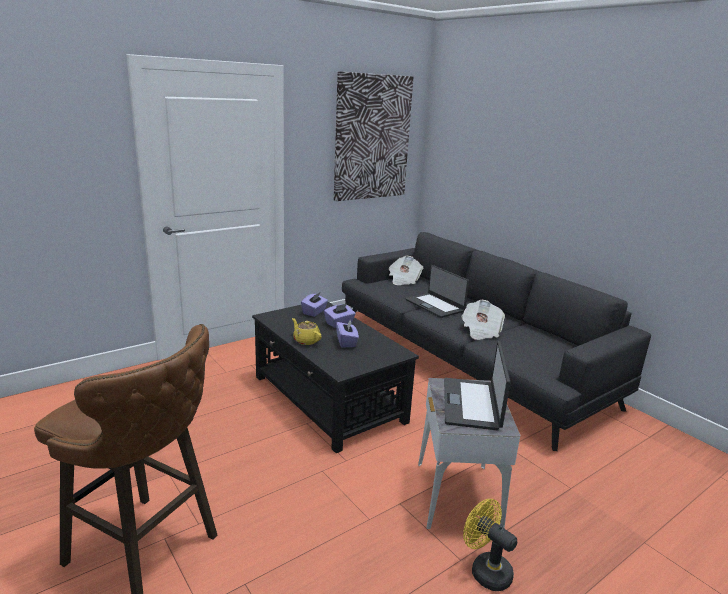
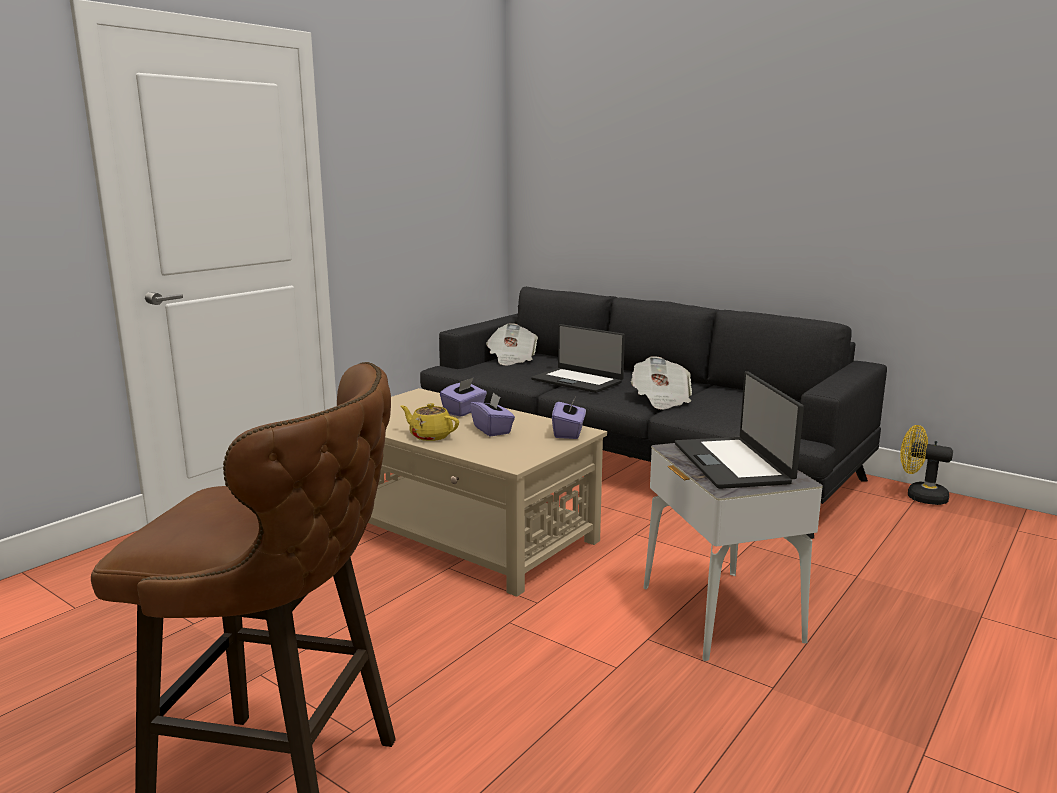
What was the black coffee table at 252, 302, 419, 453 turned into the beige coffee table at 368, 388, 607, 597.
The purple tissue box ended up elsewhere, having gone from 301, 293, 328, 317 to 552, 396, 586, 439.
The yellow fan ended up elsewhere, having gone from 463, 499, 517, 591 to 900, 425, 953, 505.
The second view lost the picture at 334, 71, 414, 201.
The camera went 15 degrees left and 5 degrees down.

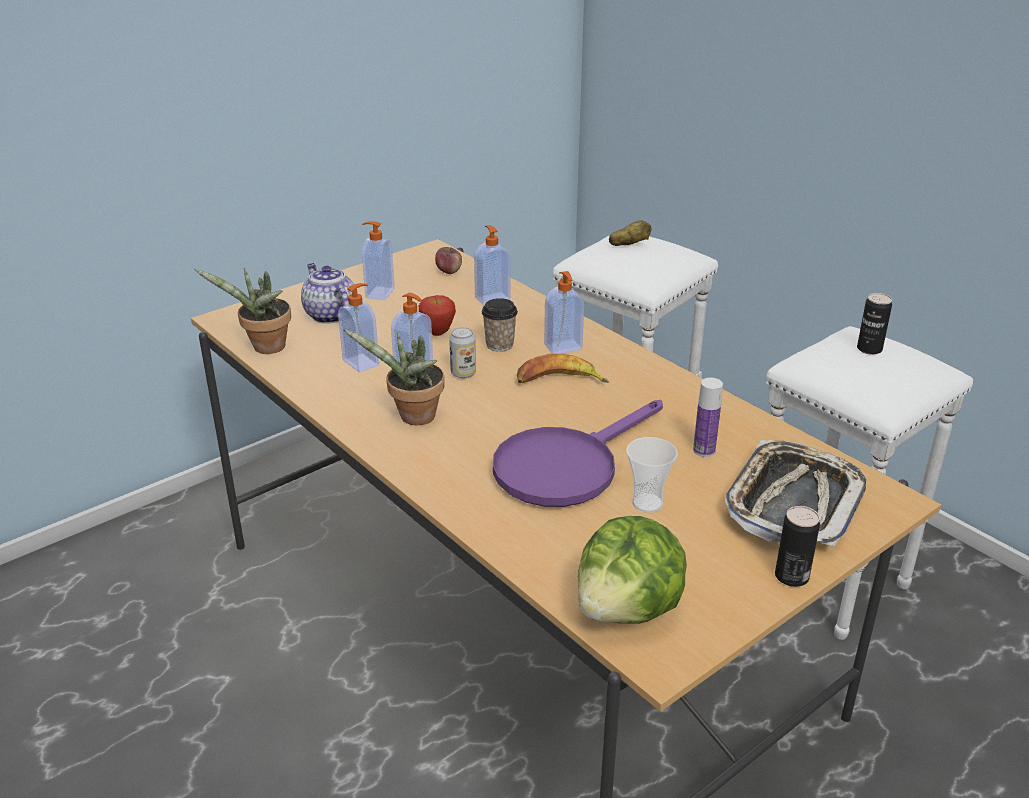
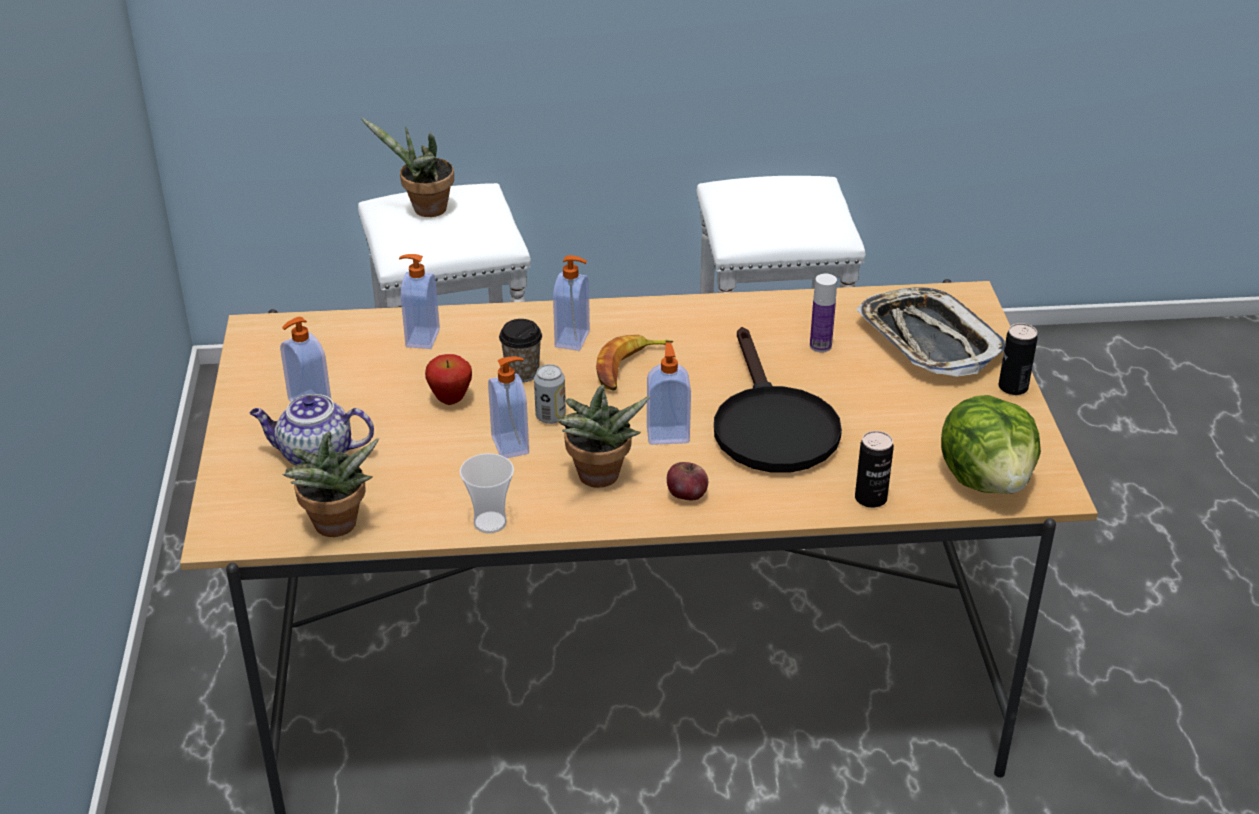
Where the potato stood at 609, 220, 651, 246, the potted plant came to stand at 361, 118, 454, 217.
The cup ended up elsewhere, having gone from 626, 437, 678, 513 to 460, 453, 514, 534.
The soap dispenser ended up elsewhere, having gone from 338, 283, 379, 372 to 647, 342, 691, 445.
The apple ended up elsewhere, having gone from 435, 247, 462, 274 to 667, 462, 708, 500.
What was the purple frying pan at 493, 400, 663, 507 turned into the black frying pan at 714, 327, 842, 473.
The can ended up elsewhere, having gone from 857, 293, 892, 355 to 855, 431, 894, 508.
The camera went 55 degrees left and 5 degrees up.

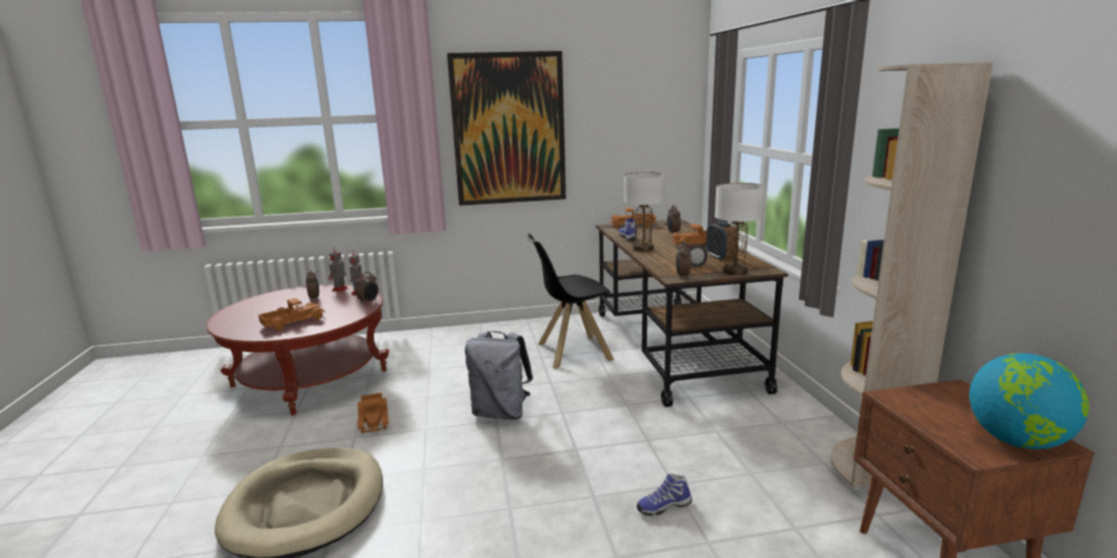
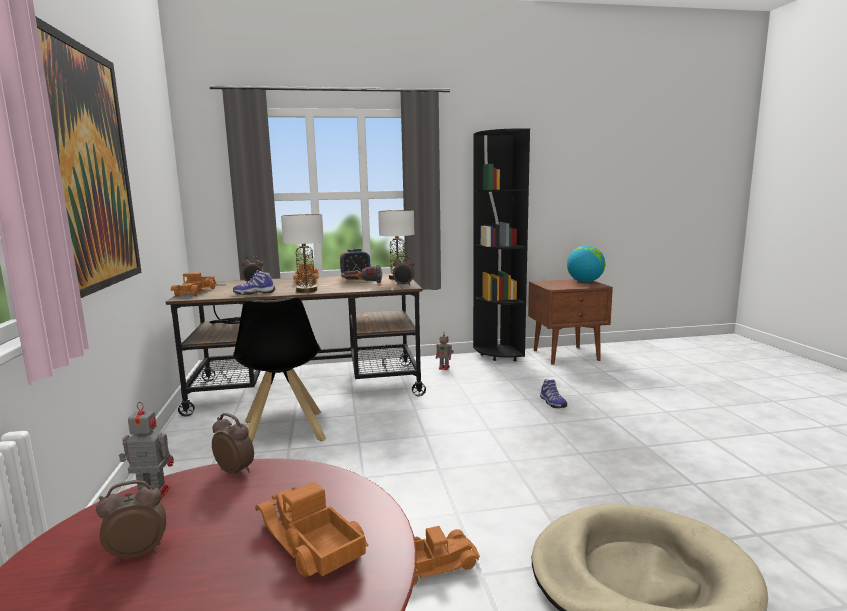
The toy robot ended up elsewhere, having gone from 328, 247, 348, 292 to 436, 334, 453, 370.
What was the beige bookcase at 831, 62, 993, 489 turned into the black bookcase at 473, 128, 530, 361.
The second view lost the grey backpack at 465, 331, 533, 419.
The camera went 90 degrees left and 5 degrees down.

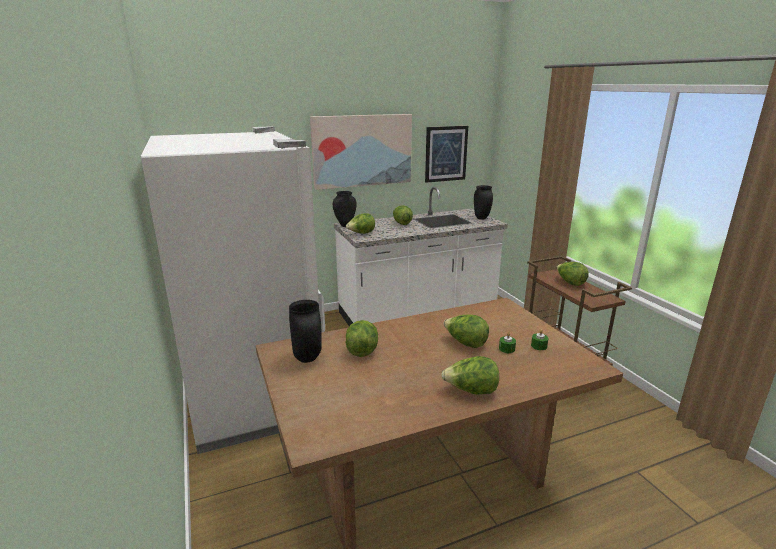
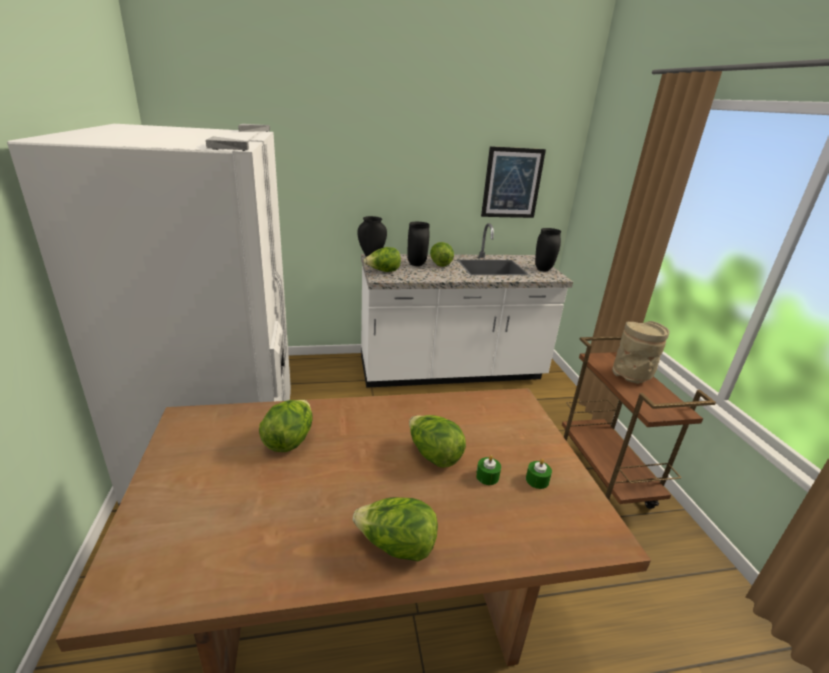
The black vase ended up elsewhere, having gone from 289, 300, 322, 363 to 407, 222, 430, 266.
Where the lettuce stood at 557, 262, 589, 286, the beige vase came to stand at 612, 321, 670, 384.
The second view lost the picture at 310, 114, 412, 190.
The camera went 10 degrees right and 5 degrees up.

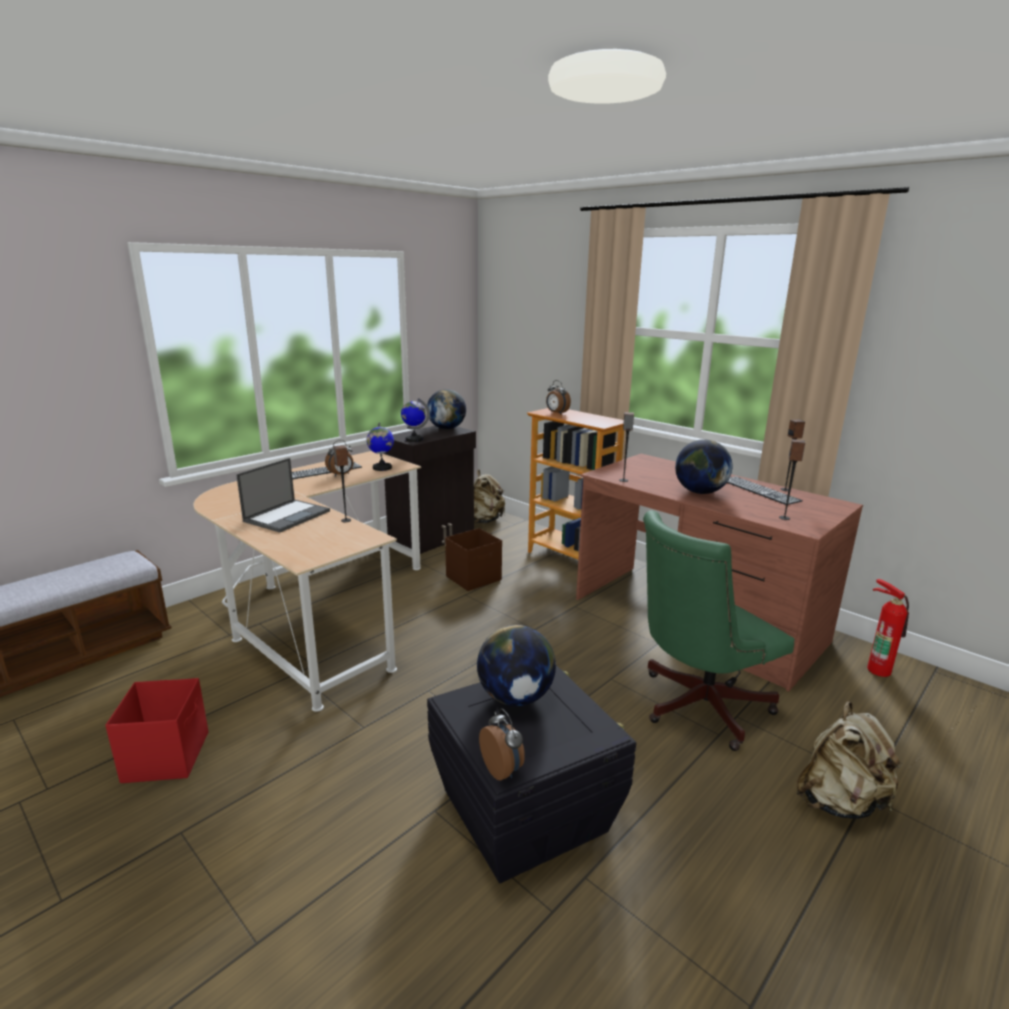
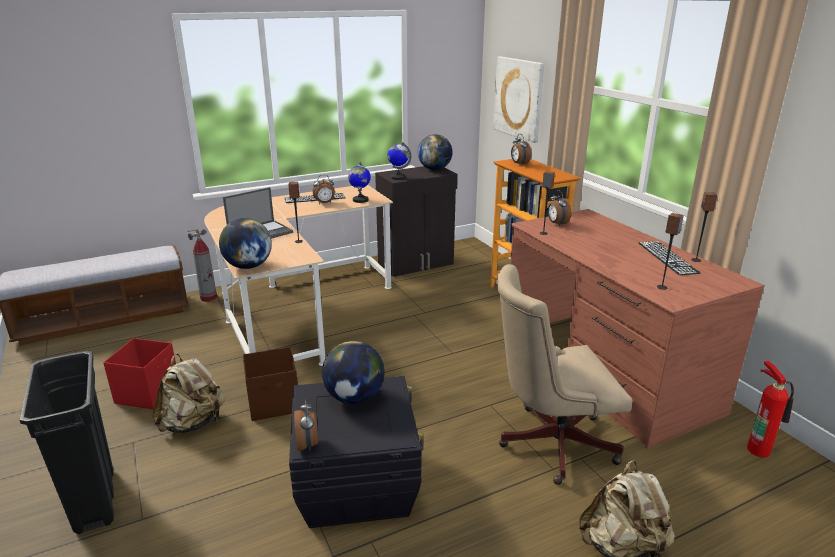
The second view gained the black trash can at 20, 351, 114, 534.
The beige backpack ended up elsewhere, having gone from 474, 470, 505, 524 to 152, 353, 225, 433.
The second view gained the fire extinguisher at 187, 229, 217, 302.
The globe ended up elsewhere, having gone from 675, 439, 732, 494 to 219, 218, 272, 269.
The brown storage box ended up elsewhere, having gone from 445, 528, 502, 591 to 243, 347, 298, 421.
The second view gained the picture at 493, 56, 544, 143.
What was the green office chair at 643, 510, 794, 751 turned into the beige office chair at 496, 264, 632, 485.
The second view gained the alarm clock at 548, 190, 571, 226.
The camera went 20 degrees right and 5 degrees up.

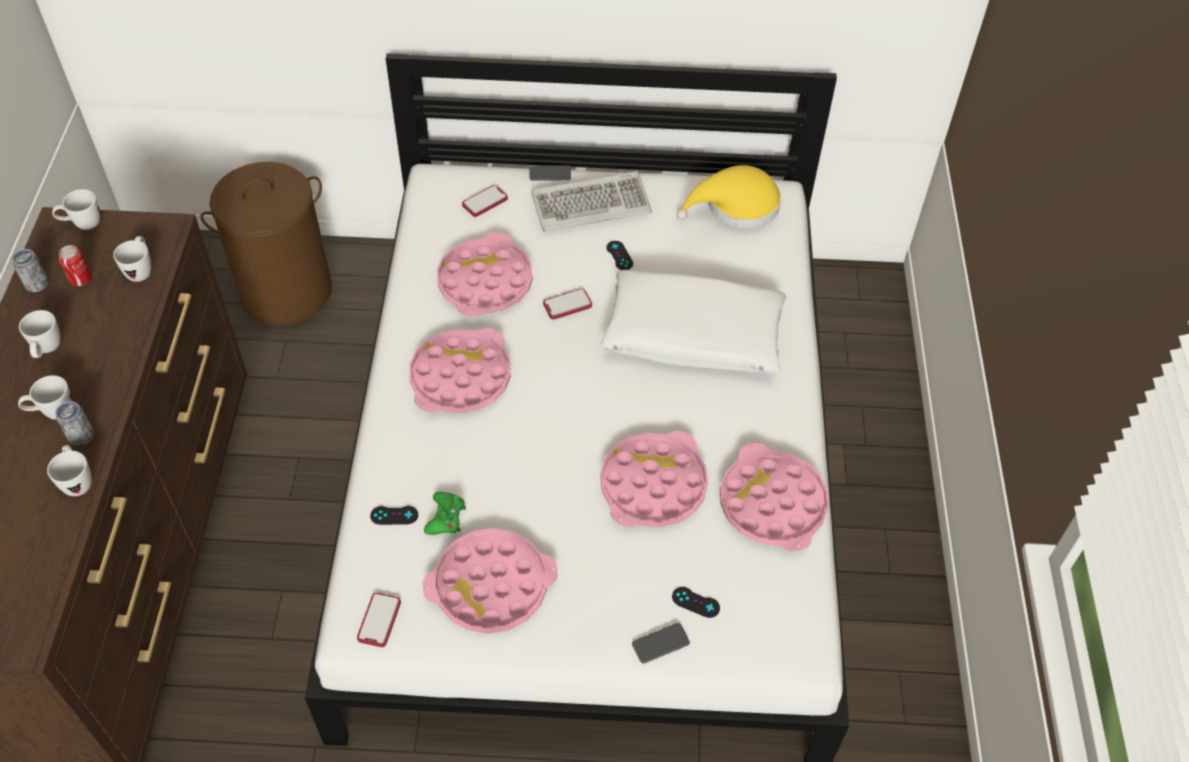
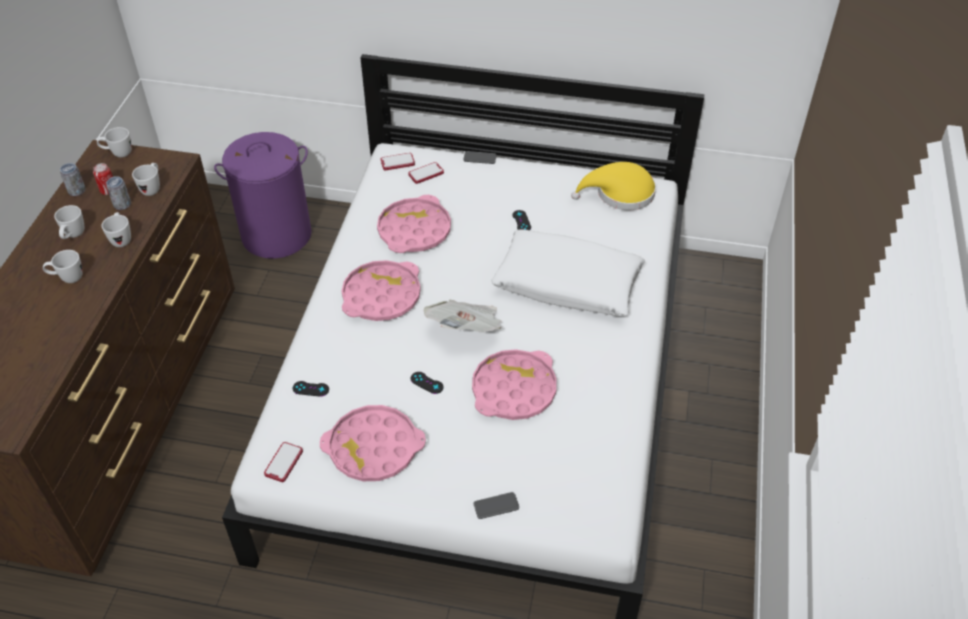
The white mug ended up elsewhere, having gone from 47, 445, 92, 496 to 102, 212, 131, 247.
The can ended up elsewhere, having gone from 55, 401, 94, 446 to 106, 176, 131, 210.
What was the brown laundry basket at 200, 162, 332, 325 turned into the purple laundry basket at 214, 132, 312, 259.
The phone ended up elsewhere, having gone from 543, 288, 592, 320 to 381, 153, 415, 170.
The black game controller ended up elsewhere, having gone from 672, 587, 720, 618 to 411, 372, 443, 394.
The second view gained the newspaper at 423, 300, 501, 333.
The second view lost the green game controller at 424, 492, 466, 535.
The second view lost the keyboard at 531, 171, 652, 232.
The second view lost the pink tray at 720, 443, 829, 551.
The camera went 10 degrees right and 5 degrees down.

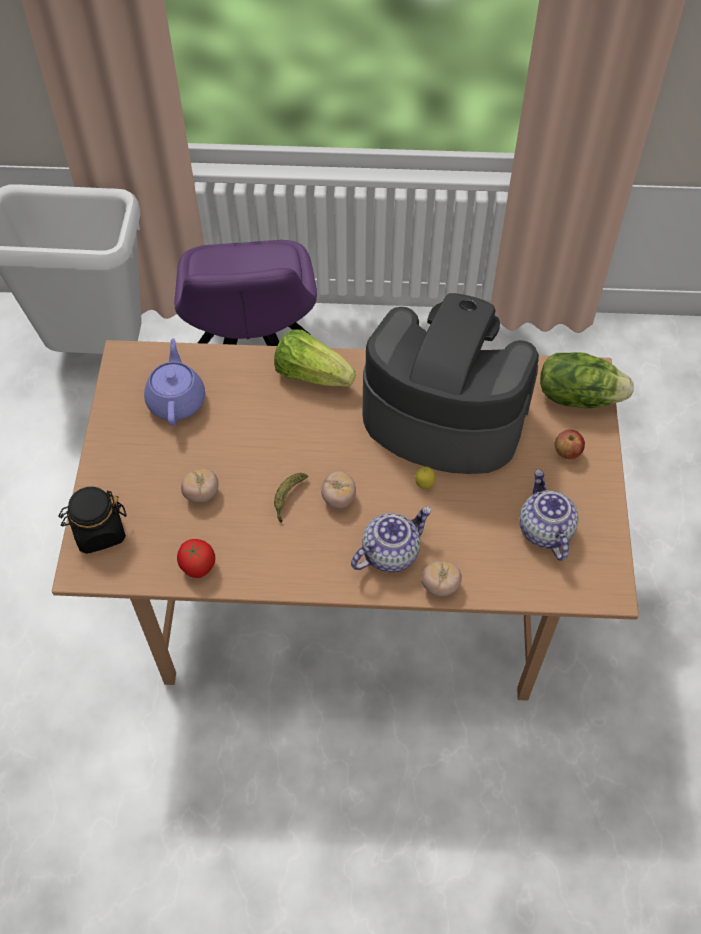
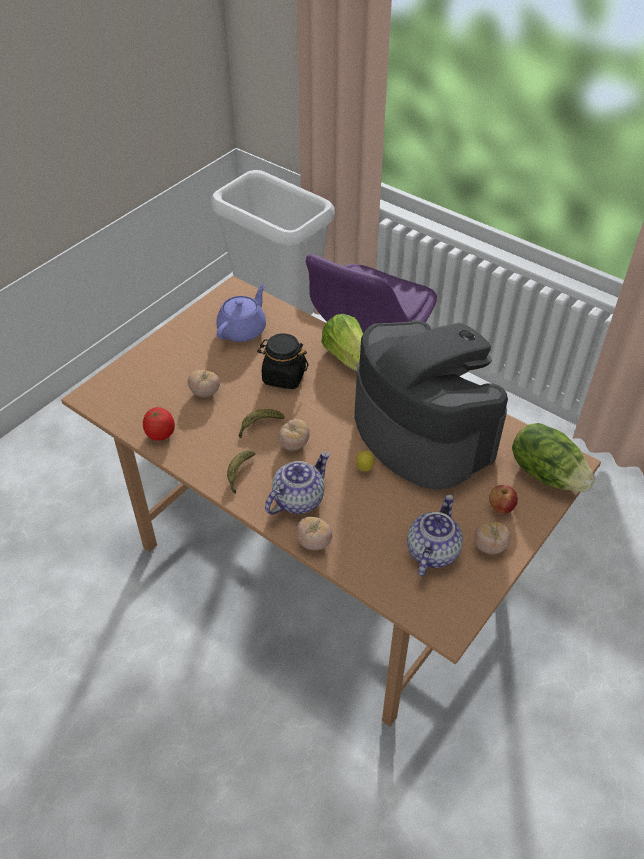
The second view gained the banana at 227, 450, 256, 494.
The black jar ended up elsewhere, having gone from 58, 487, 127, 554 to 257, 333, 308, 389.
The teapot at 351, 507, 432, 572 ended up facing another way, 45 degrees counterclockwise from before.
The second view gained the tomato at 474, 522, 511, 554.
The camera went 35 degrees right and 10 degrees down.

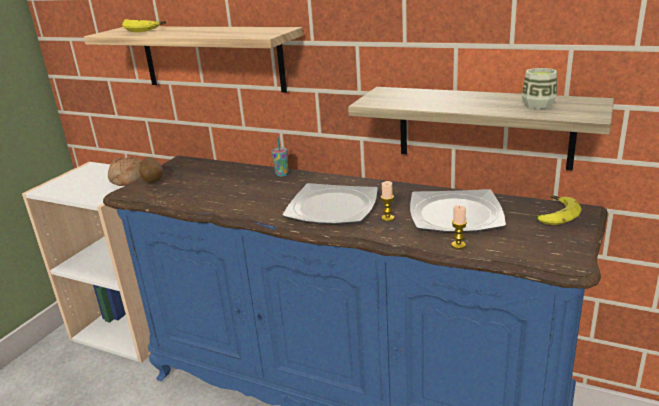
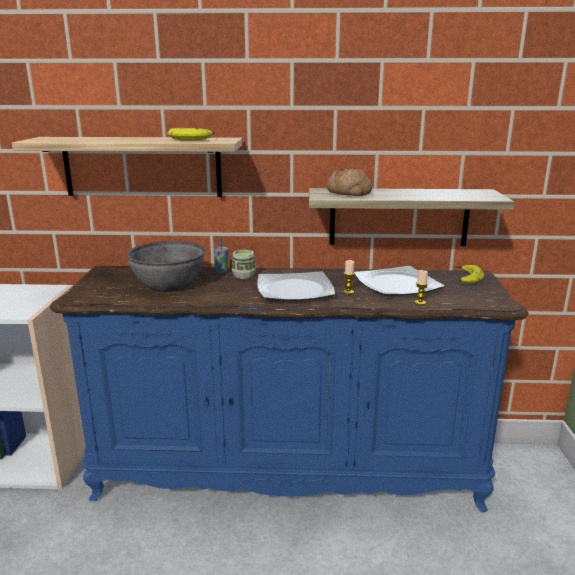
The second view gained the grey bowl at 126, 241, 206, 292.
The banana ended up elsewhere, having gone from 122, 19, 166, 32 to 167, 128, 215, 141.
The cup ended up elsewhere, having gone from 522, 68, 557, 109 to 232, 250, 256, 279.
The bread ended up elsewhere, having gone from 108, 156, 141, 186 to 327, 167, 372, 196.
The second view lost the potato at 139, 157, 163, 183.
The camera went 25 degrees left and 5 degrees down.

